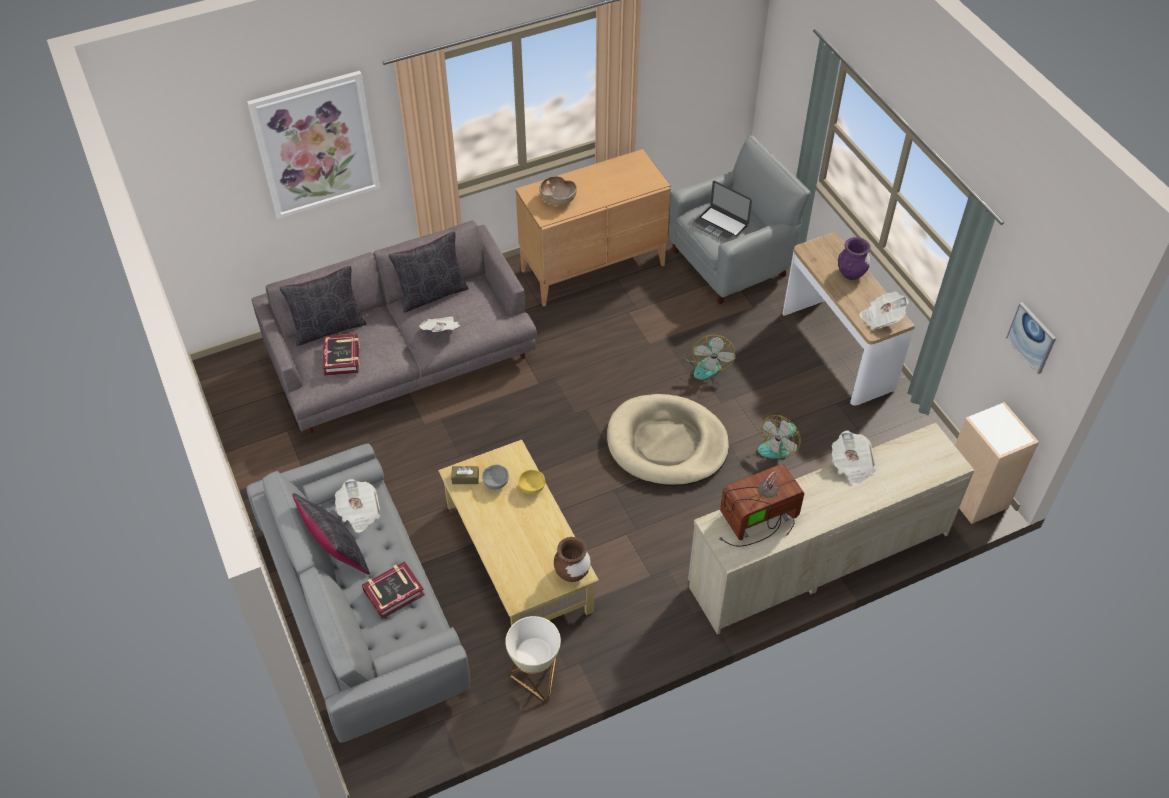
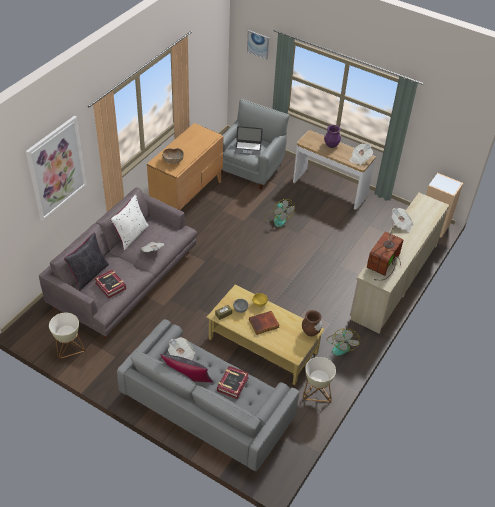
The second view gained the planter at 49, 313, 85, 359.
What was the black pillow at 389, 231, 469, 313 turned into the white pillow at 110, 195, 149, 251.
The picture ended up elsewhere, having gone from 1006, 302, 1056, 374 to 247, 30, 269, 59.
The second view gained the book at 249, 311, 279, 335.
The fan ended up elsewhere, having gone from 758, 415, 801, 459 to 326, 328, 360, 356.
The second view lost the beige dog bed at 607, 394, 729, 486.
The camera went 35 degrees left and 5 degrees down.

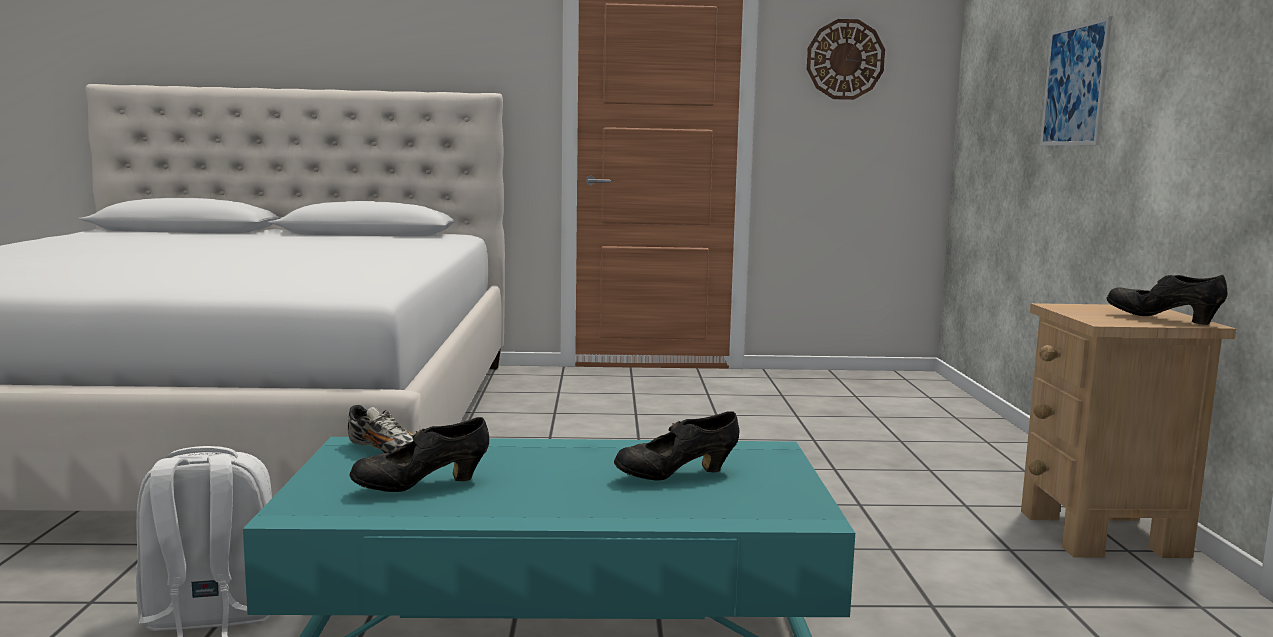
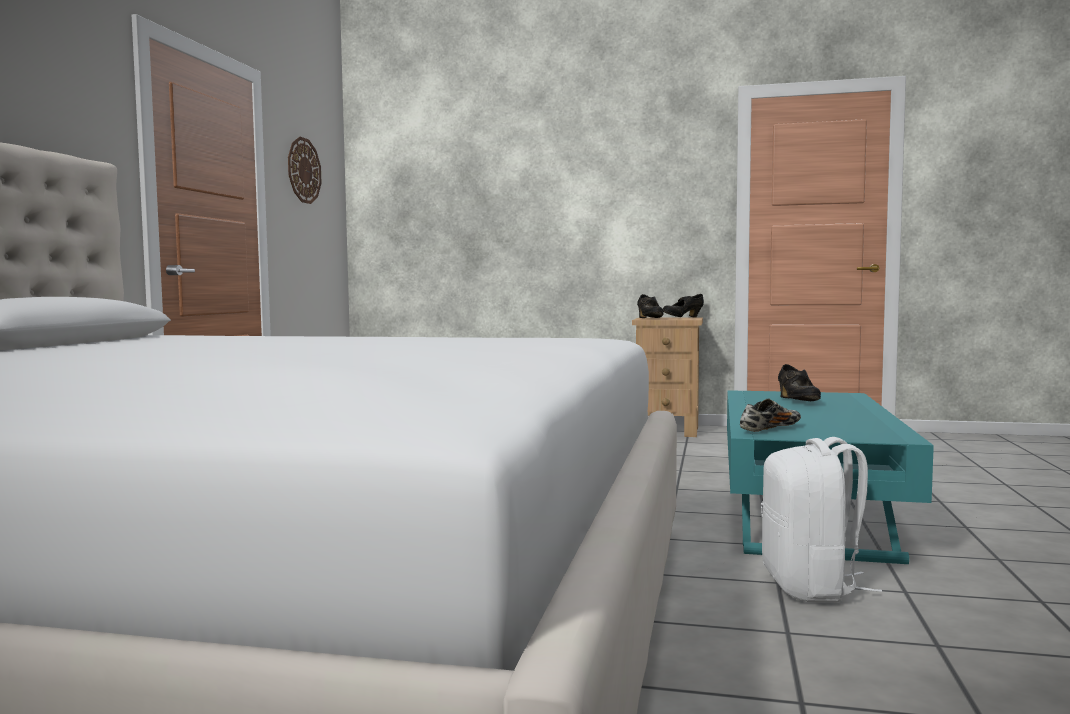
The black shoe ended up elsewhere, having gone from 349, 417, 489, 492 to 637, 294, 664, 318.
The second view lost the picture at 1040, 16, 1112, 146.
The camera went 75 degrees left and 5 degrees down.

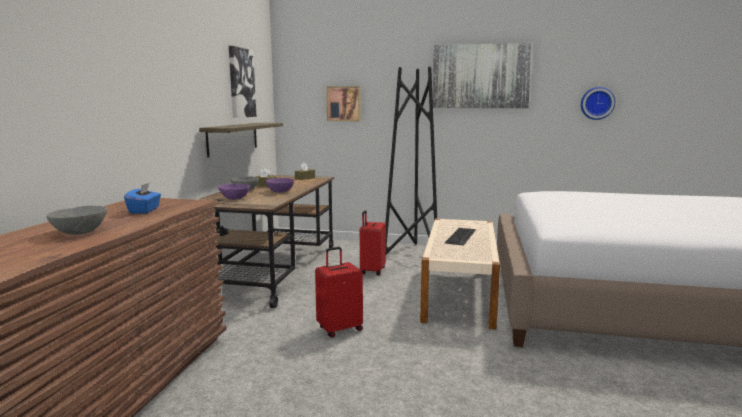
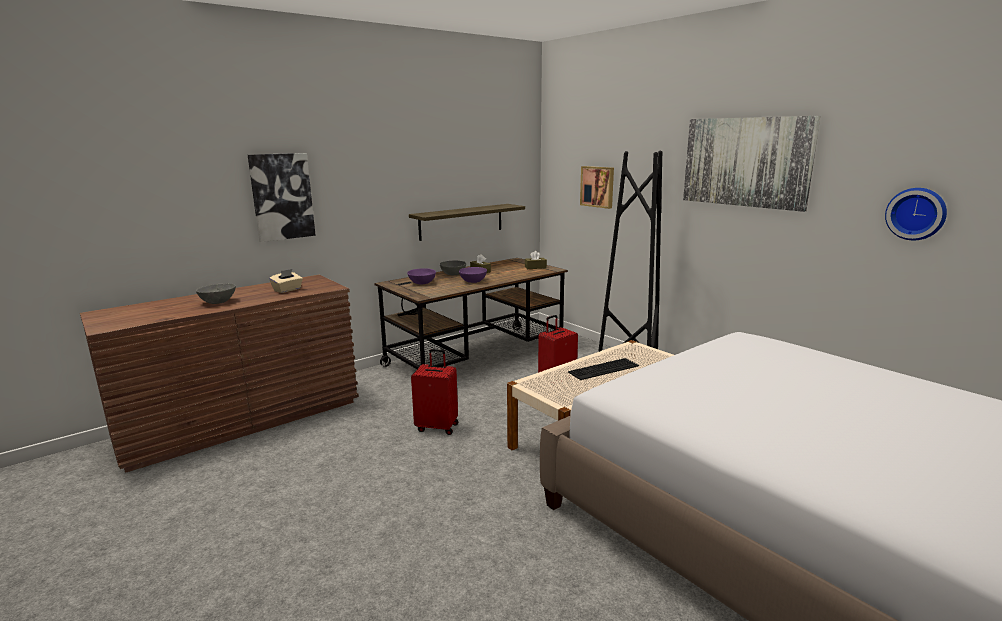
The picture ended up elsewhere, having gone from 229, 46, 257, 118 to 248, 153, 316, 242.
What was the blue tissue box at 124, 183, 161, 214 turned into the beige tissue box at 269, 269, 303, 293.
The camera went 40 degrees right and 5 degrees up.

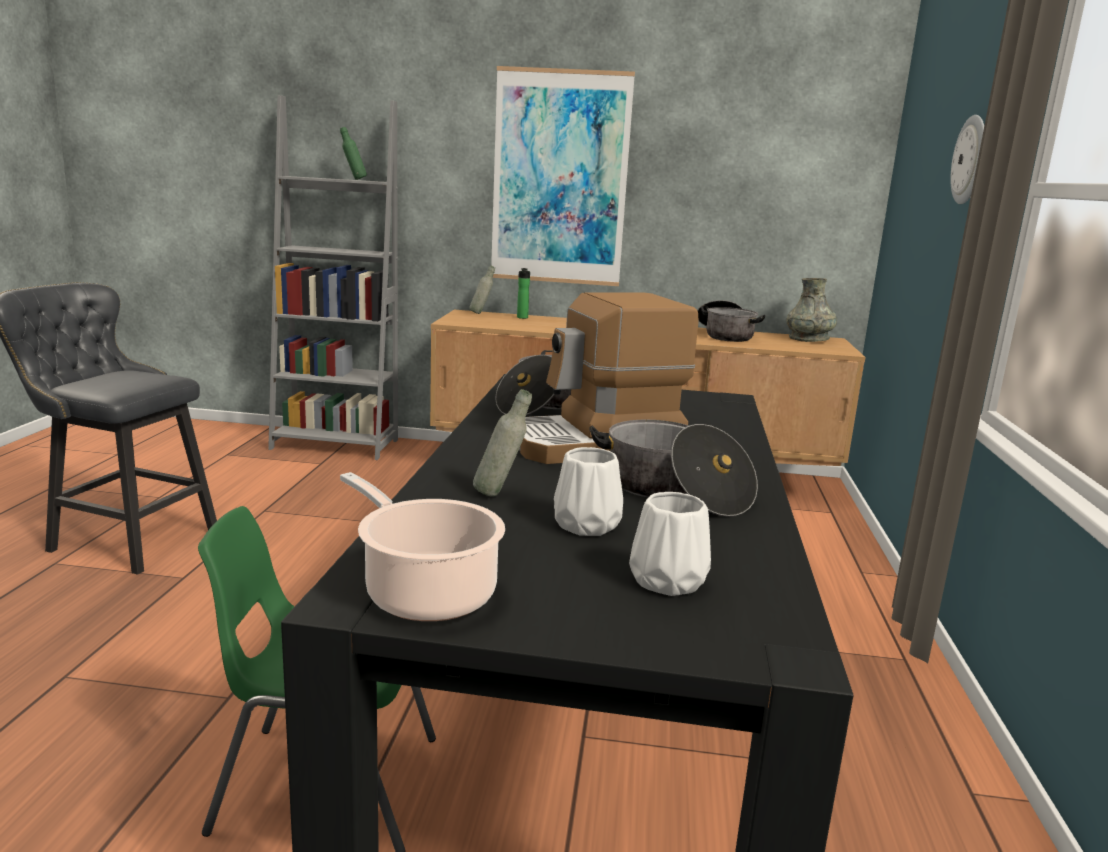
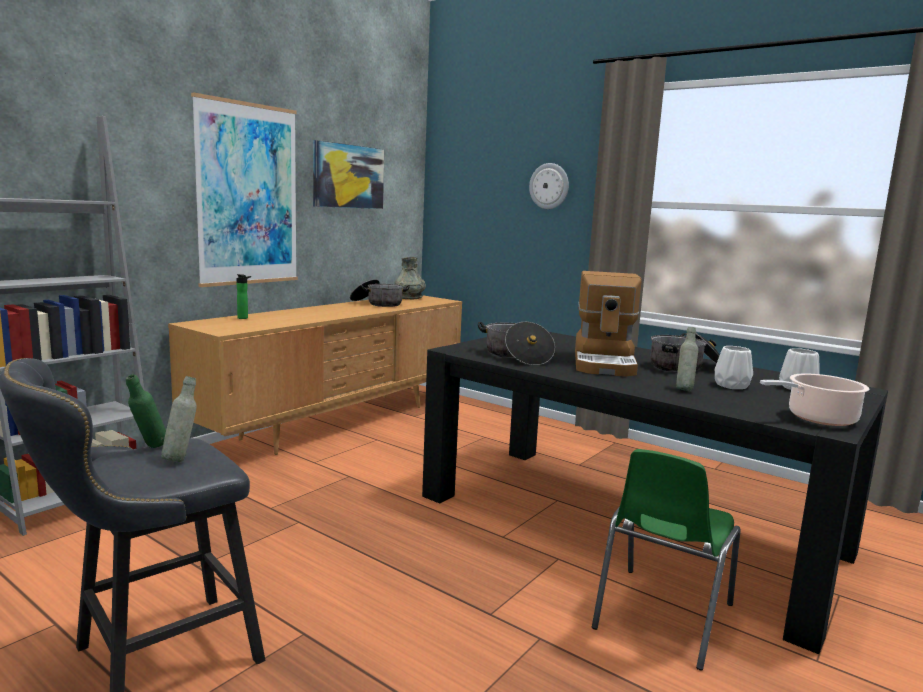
The green bottle ended up elsewhere, having gone from 340, 127, 367, 180 to 126, 374, 166, 448.
The grey bottle ended up elsewhere, having gone from 469, 266, 495, 314 to 161, 376, 197, 462.
The second view gained the picture at 313, 140, 384, 209.
The camera went 60 degrees left and 5 degrees down.

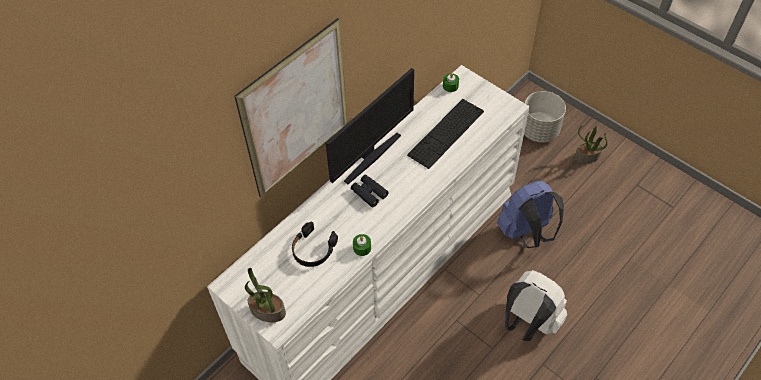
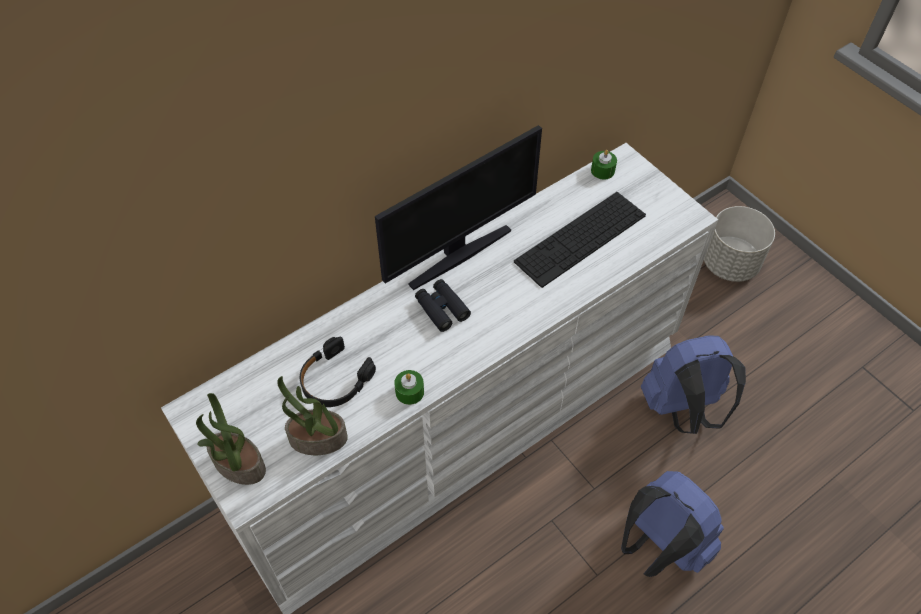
The potted plant ended up elsewhere, having gone from 575, 125, 608, 163 to 277, 376, 348, 455.
What was the white backpack at 505, 270, 567, 341 turned into the blue backpack at 621, 471, 724, 577.
The second view lost the picture at 234, 18, 348, 198.
The camera went 10 degrees right and 0 degrees up.

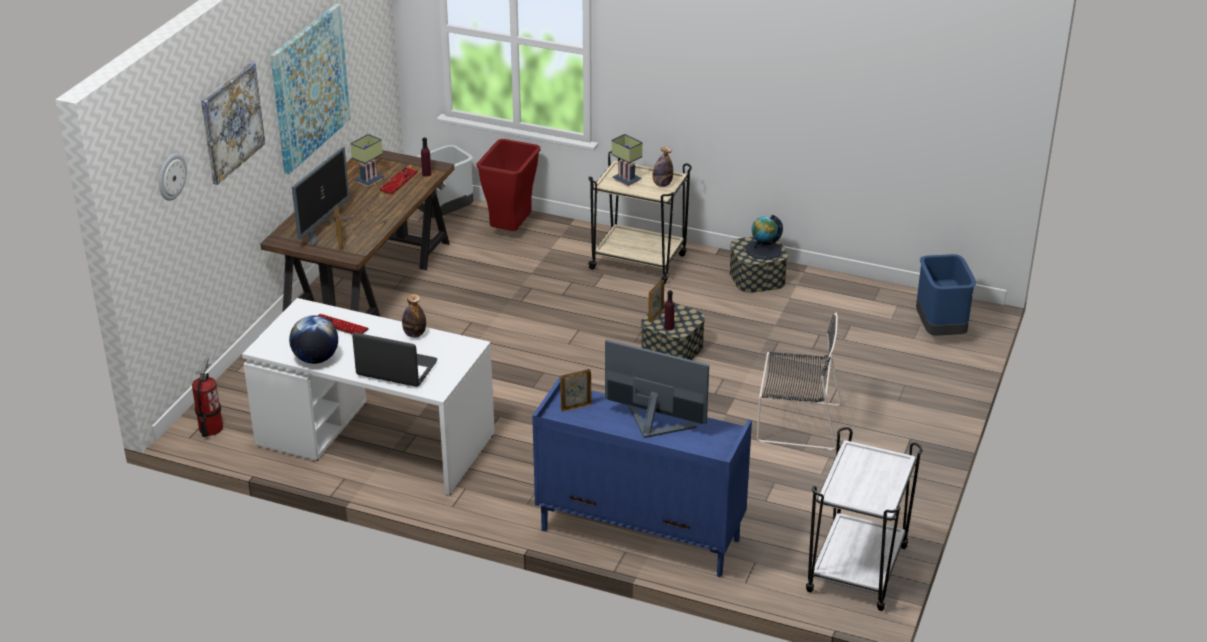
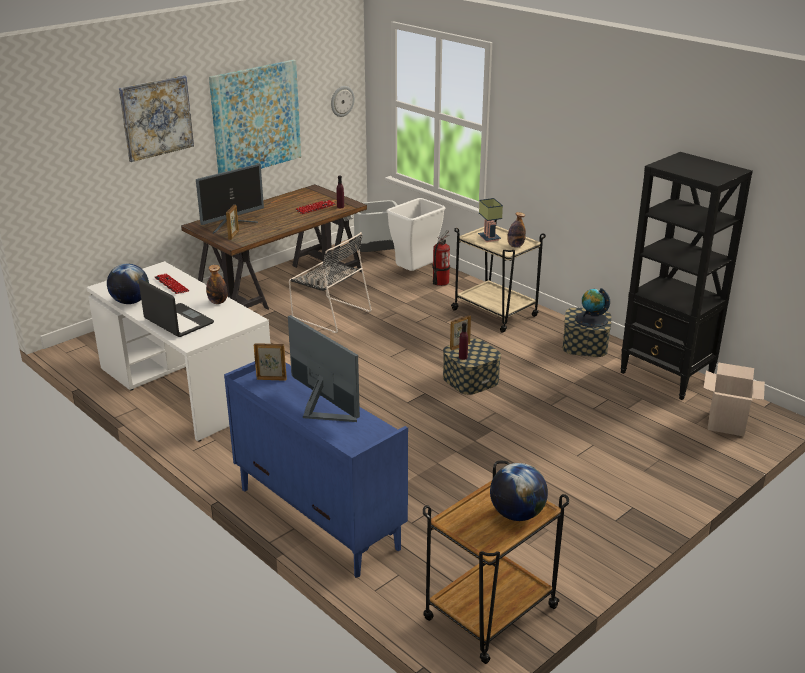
The black chair ended up elsewhere, having gone from 757, 312, 841, 450 to 289, 232, 372, 333.
The wall clock ended up elsewhere, having gone from 159, 154, 187, 201 to 331, 86, 355, 117.
What was the red trash can at 477, 139, 540, 231 turned into the white trash can at 386, 198, 446, 271.
What was the white cart at 806, 427, 923, 611 turned into the brown cart at 423, 461, 569, 664.
The fire extinguisher ended up elsewhere, having gone from 192, 358, 223, 437 to 432, 230, 450, 286.
The second view gained the globe at 490, 463, 548, 521.
The second view gained the black bookcase at 620, 152, 753, 400.
Where the blue trash can stood at 916, 254, 976, 336, the cardboard box came to stand at 704, 362, 765, 436.
The second view lost the table lamp at 350, 134, 384, 187.
The camera went 25 degrees right and 5 degrees down.

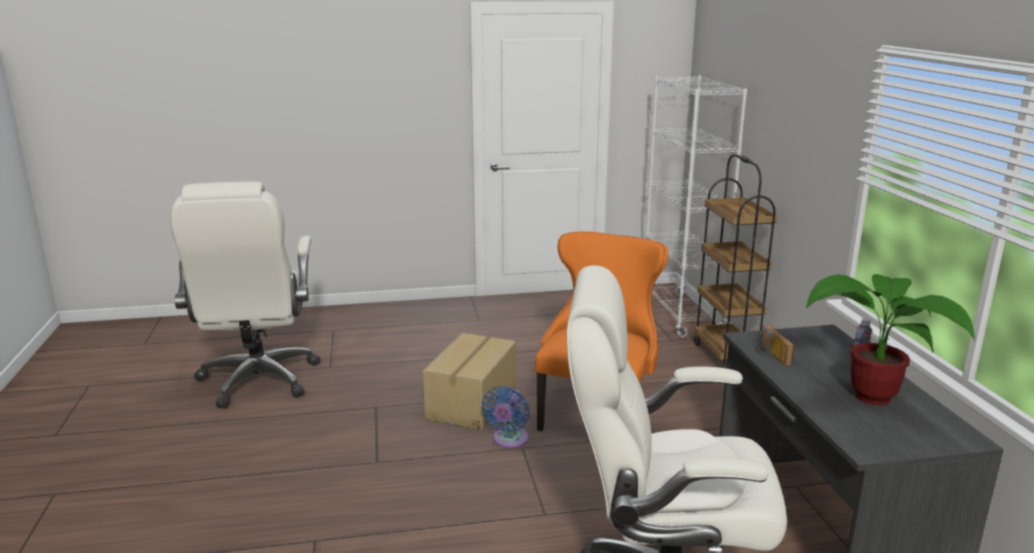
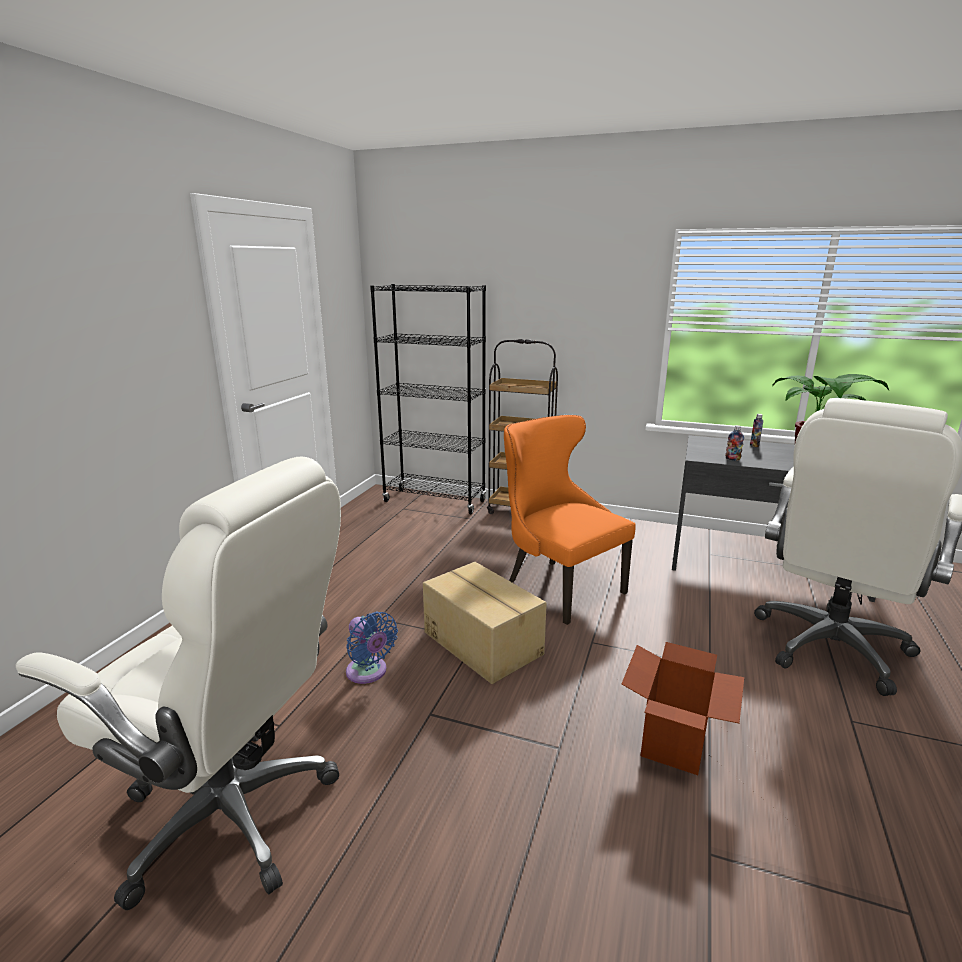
The blue fan ended up elsewhere, having gone from 482, 386, 529, 448 to 346, 612, 398, 684.
What was the white bookcase at 646, 75, 747, 338 turned into the black bookcase at 370, 284, 486, 514.
The second view gained the cardboard box at 622, 642, 744, 775.
Where the radio stood at 755, 324, 795, 366, the bottle came to stand at 725, 425, 744, 461.
The camera went 60 degrees left and 0 degrees up.

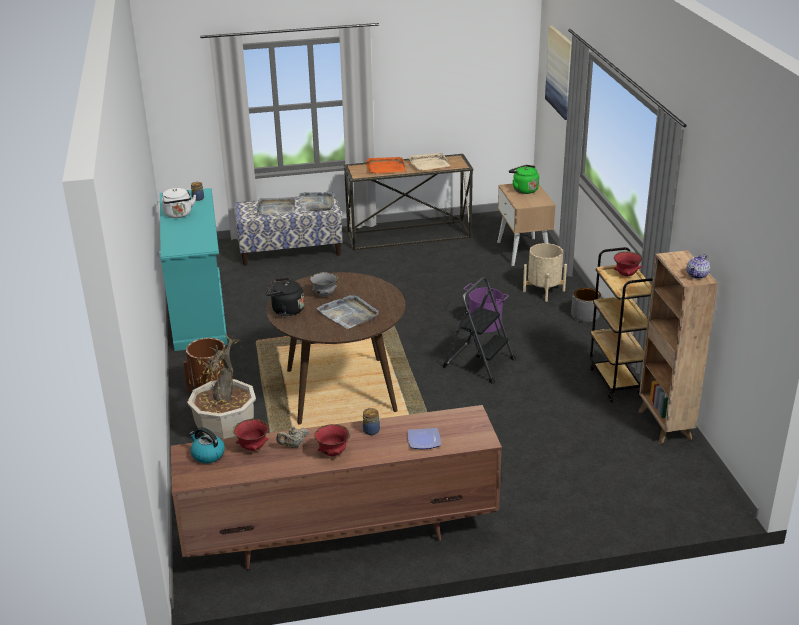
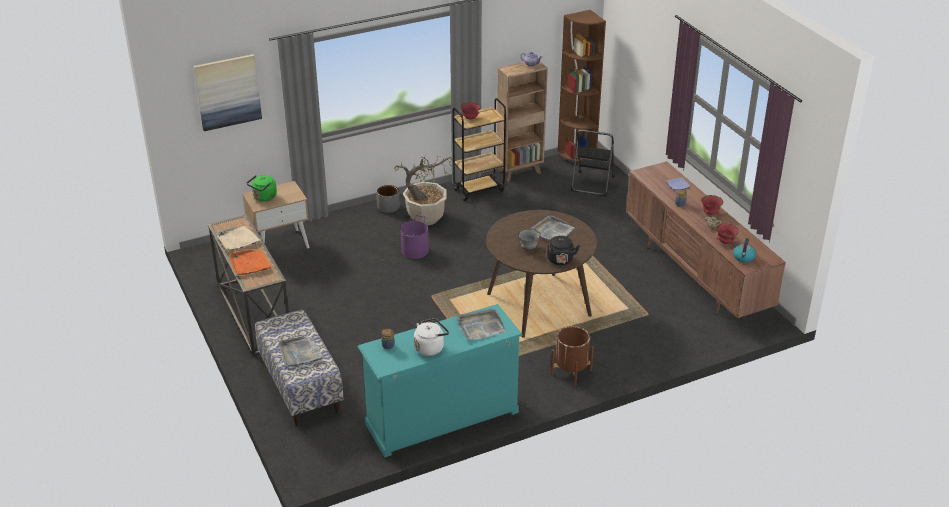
The potted plant ended up elsewhere, having gone from 187, 334, 256, 439 to 395, 155, 454, 226.
The grey tray ended up elsewhere, having gone from 299, 192, 334, 211 to 457, 309, 506, 340.
The second view gained the brown bookcase at 558, 10, 606, 163.
The black step ladder ended up elsewhere, having gone from 443, 277, 516, 384 to 571, 130, 615, 197.
The second view lost the beige planter at 523, 243, 567, 302.
The camera went 105 degrees left and 5 degrees up.

